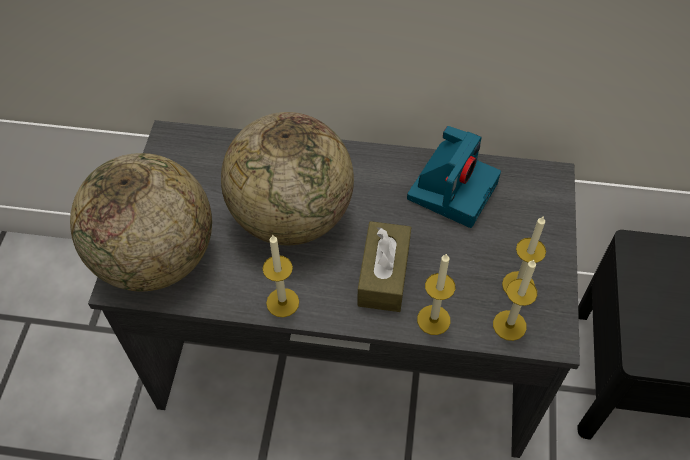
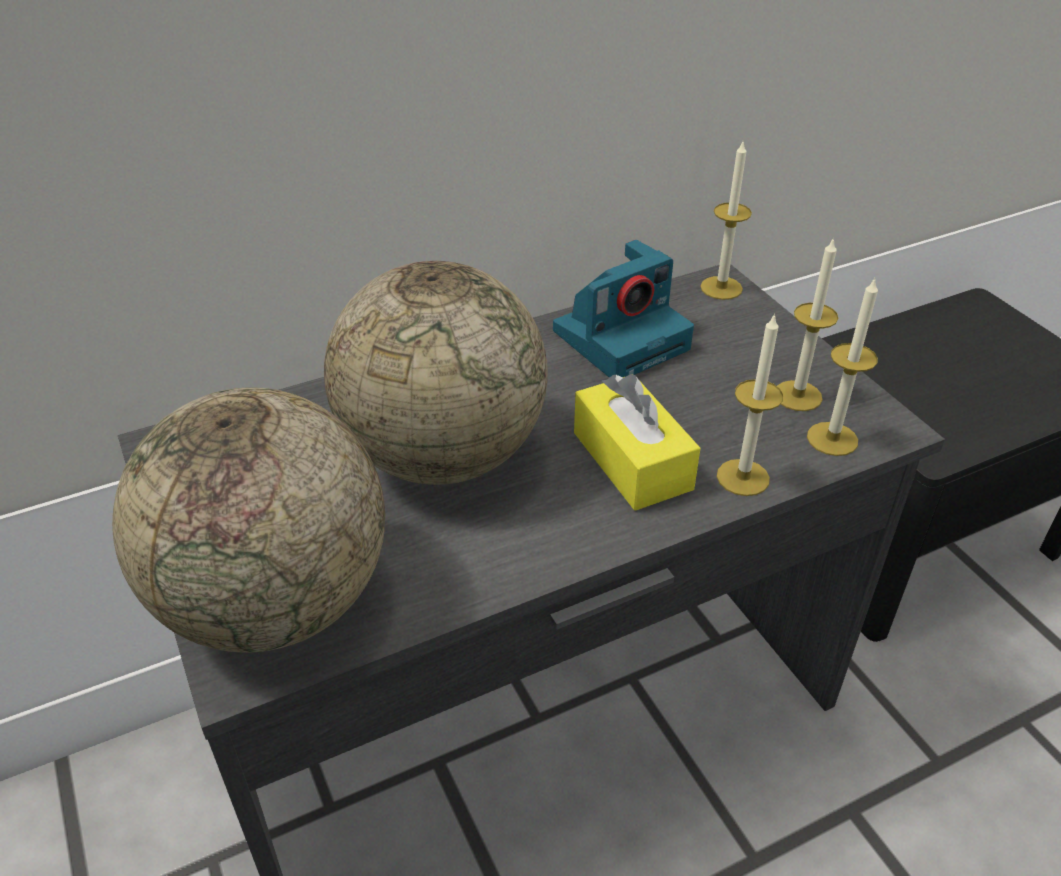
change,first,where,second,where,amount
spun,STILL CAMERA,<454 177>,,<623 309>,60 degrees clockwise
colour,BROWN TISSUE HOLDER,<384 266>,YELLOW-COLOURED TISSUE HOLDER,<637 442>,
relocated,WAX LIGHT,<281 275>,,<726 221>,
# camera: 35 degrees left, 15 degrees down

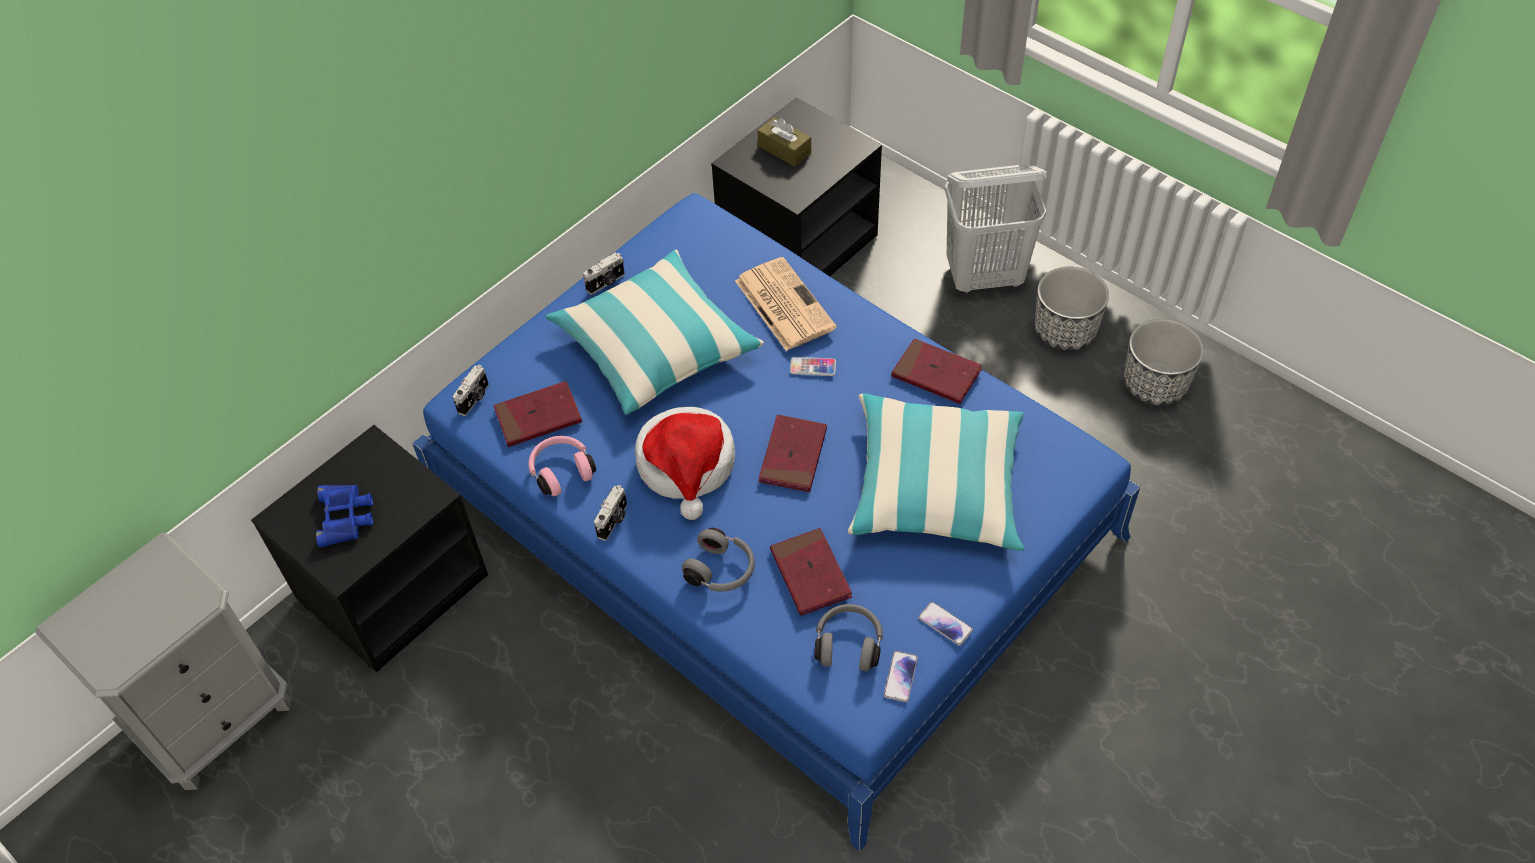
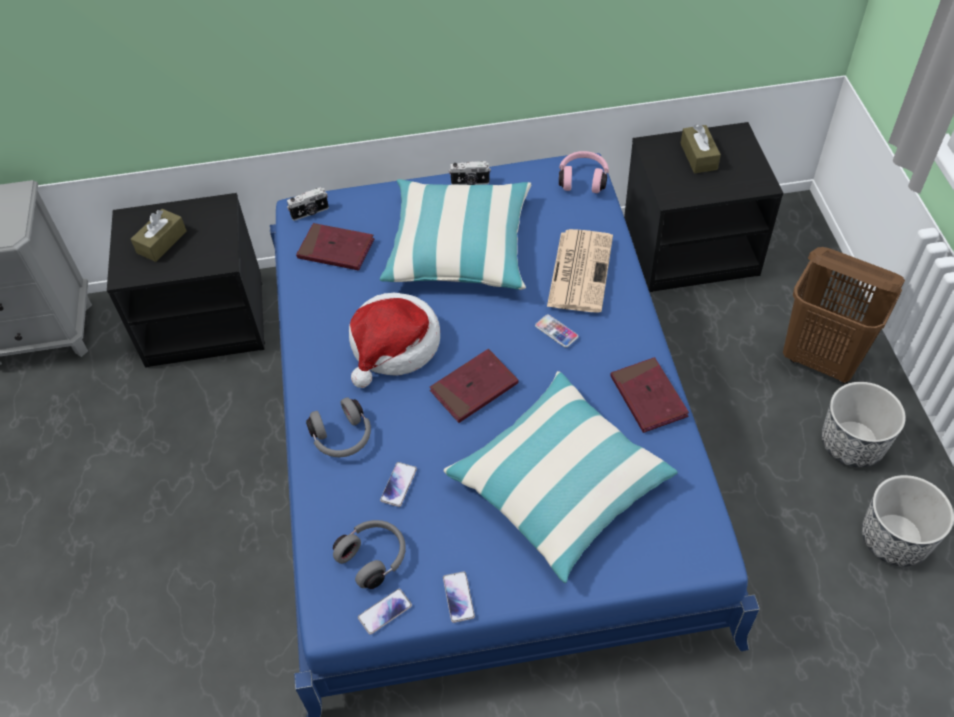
change,first,where,second,where,amount
exchanged,BLUISH FIELD GLASSES,<344 515>,BROWN TISSUE HOLDER,<159 235>,
exchanged,RED BOOK,<811 572>,PHONE,<398 484>,
relocated,PINK-COLOURED HEADSET,<562 466>,,<584 172>,
colour,WHITISH LAUNDRY BASKET,<996 229>,BROWN LAUNDRY BASKET,<844 315>,
missing,STILL CAMERA,<610 513>,,,
# camera: 40 degrees right, 0 degrees up

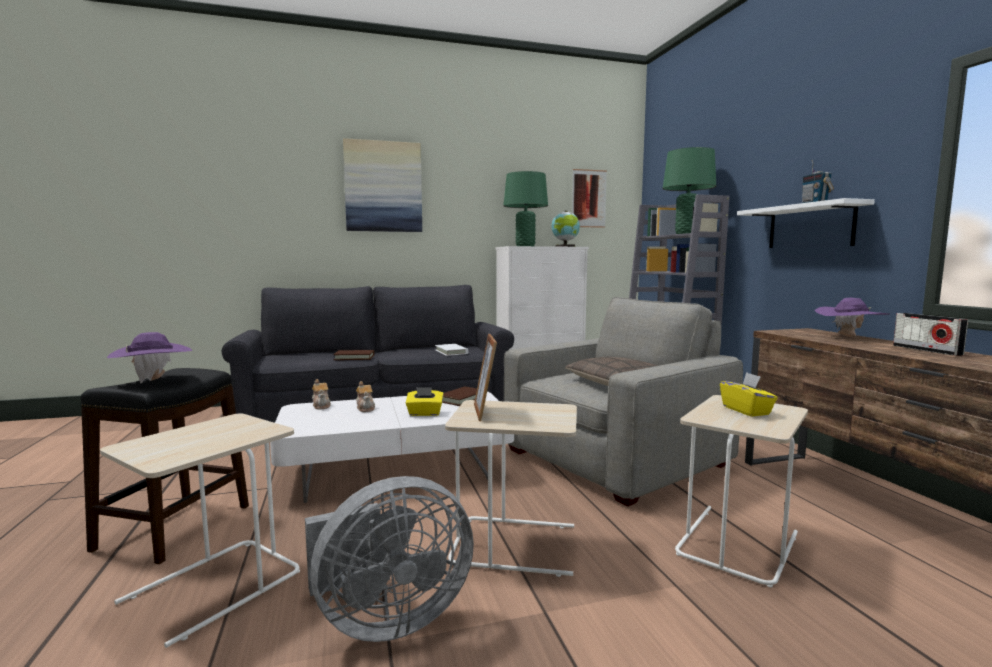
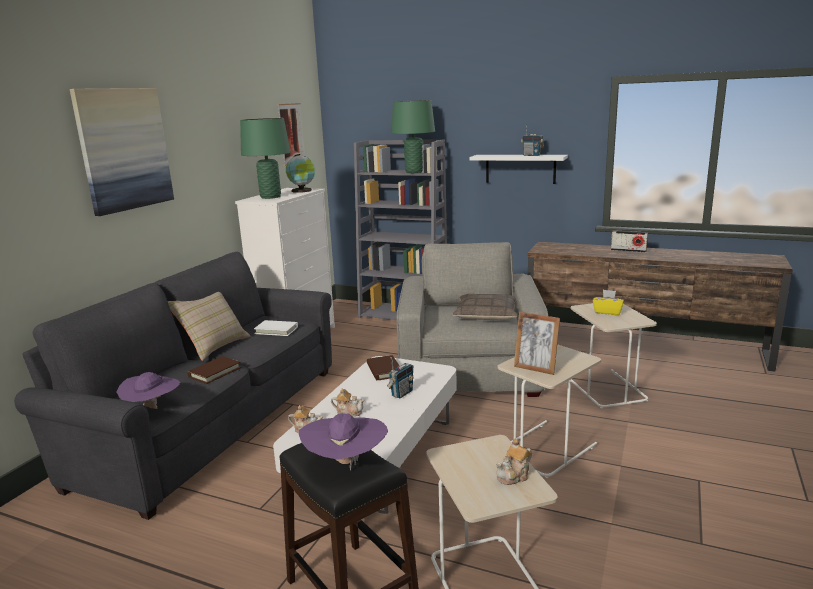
change,first,where,second,where,amount
relocated,PURPLE-COLOURED CLOTHING HAT,<852 317>,,<148 390>,
appeared,,,BEIGE CUSHION,<209 326>,
exchanged,YELLOW-COLOURED TISSUE HOLDER,<425 401>,RADIO SET,<400 377>,
appeared,,,POT FOR TEA,<513 462>,
missing,GRAY ELECTRIC FAN,<389 559>,,,
# camera: 50 degrees left, 10 degrees up

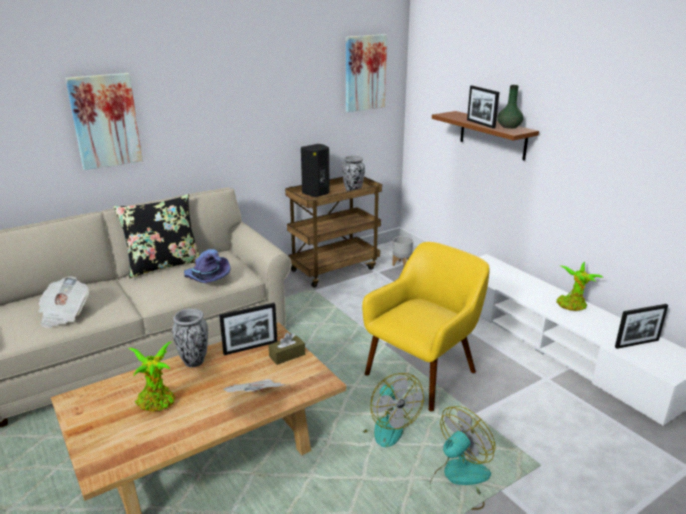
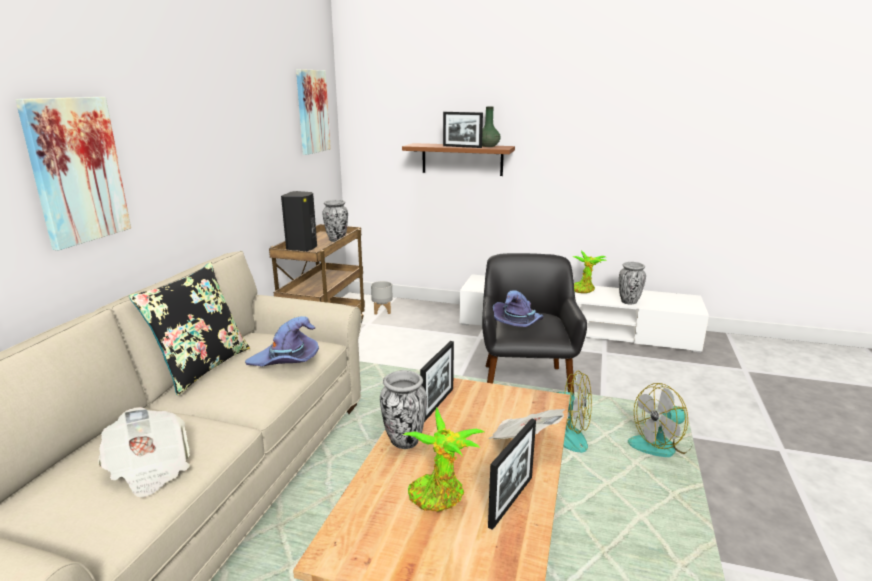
change,first,where,second,where,amount
colour,YELLOW-COLOURED ARMCHAIR,<426 327>,BLACKISH ARMCHAIR,<534 323>,
relocated,STANDING FRAME,<641 326>,,<512 474>,
appeared,,,PURPLE-COLOURED CLOTHING HAT,<518 308>,
appeared,,,FLOWER VASE,<632 283>,
spun,ELECTRIC FAN,<462 458>,,<660 420>,120 degrees counterclockwise
missing,BROWN TISSUE HOLDER,<286 349>,,,
# camera: 40 degrees left, 5 degrees down

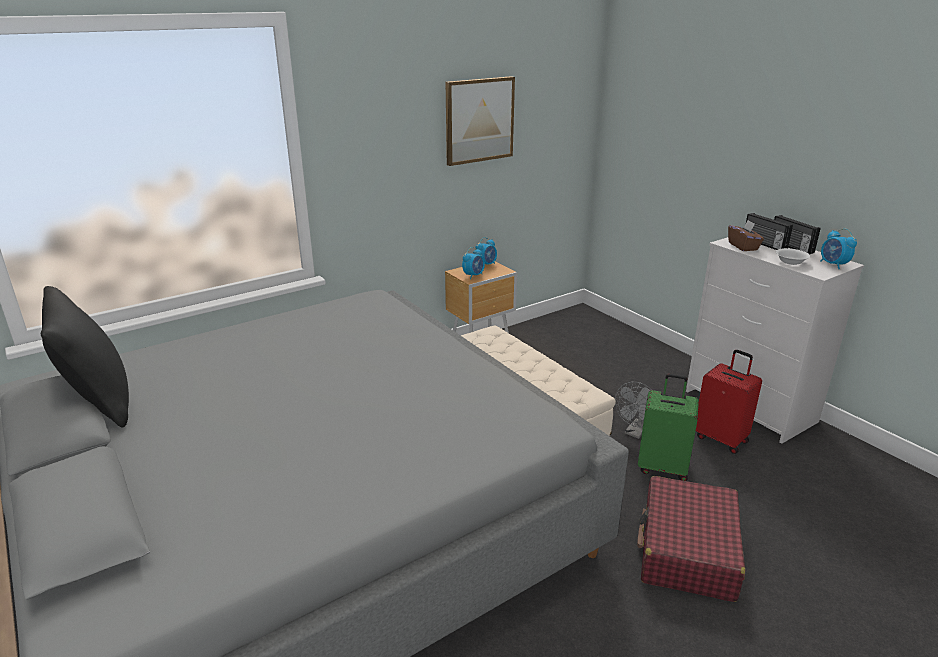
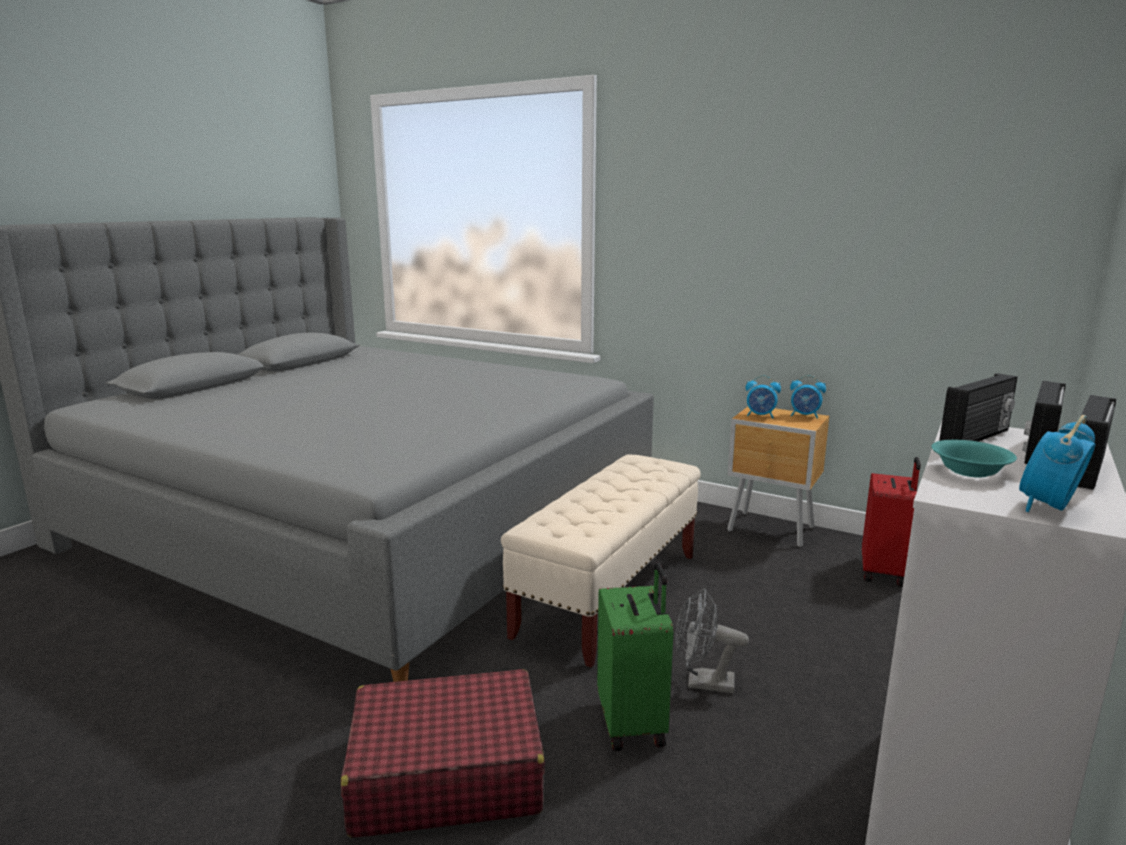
change,first,where,second,where,amount
relocated,RED SUITCASE,<729 402>,,<891 522>,
colour,WHITISH BOWL,<792 256>,BLUE-GREEN BOWL,<974 459>,
exchanged,BROWN TISSUE HOLDER,<746 235>,RADIO SET,<978 407>,
missing,BLACKISH CUSHION,<85 357>,,,
missing,PICTURE,<480 121>,,,
# camera: 65 degrees right, 10 degrees down

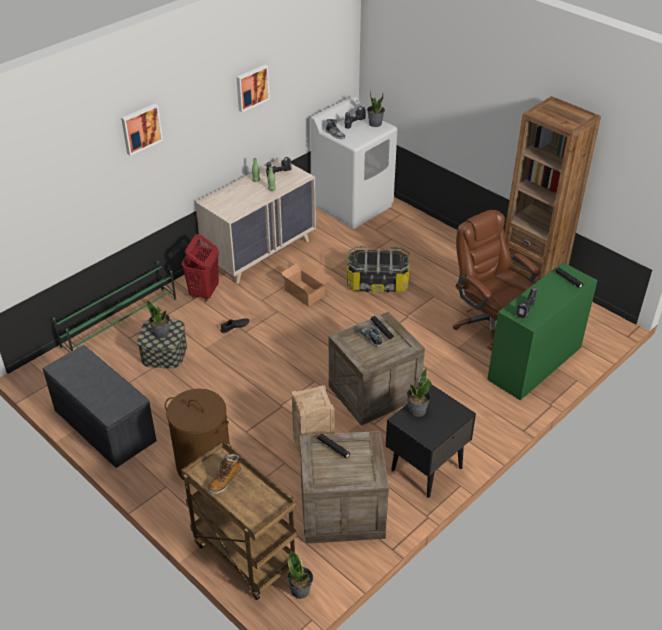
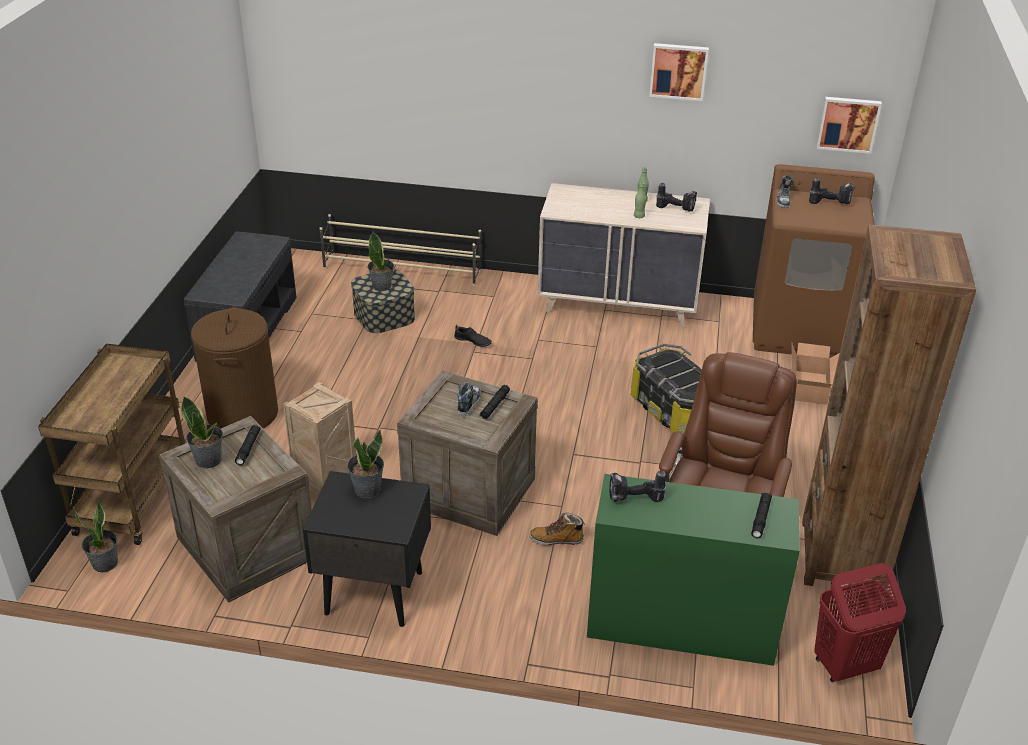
change,first,where,second,where,amount
relocated,POTTED PLANT,<376 109>,,<202 432>,
colour,GREEN-COLOURED SHOE SHELF,<114 306>,BEIGE SHOE SHELF,<400 250>,
relocated,BOOT,<224 474>,,<558 529>,
colour,WHITISH WASHING MACHINE,<353 162>,BROWN WASHING MACHINE,<814 261>,
relocated,PACKING BOX,<305 283>,,<815 374>,
relocated,RED LAUNDRY BASKET,<200 268>,,<860 622>,
relocated,PICTURE,<142 130>,,<849 125>,
# camera: 55 degrees right, 5 degrees down

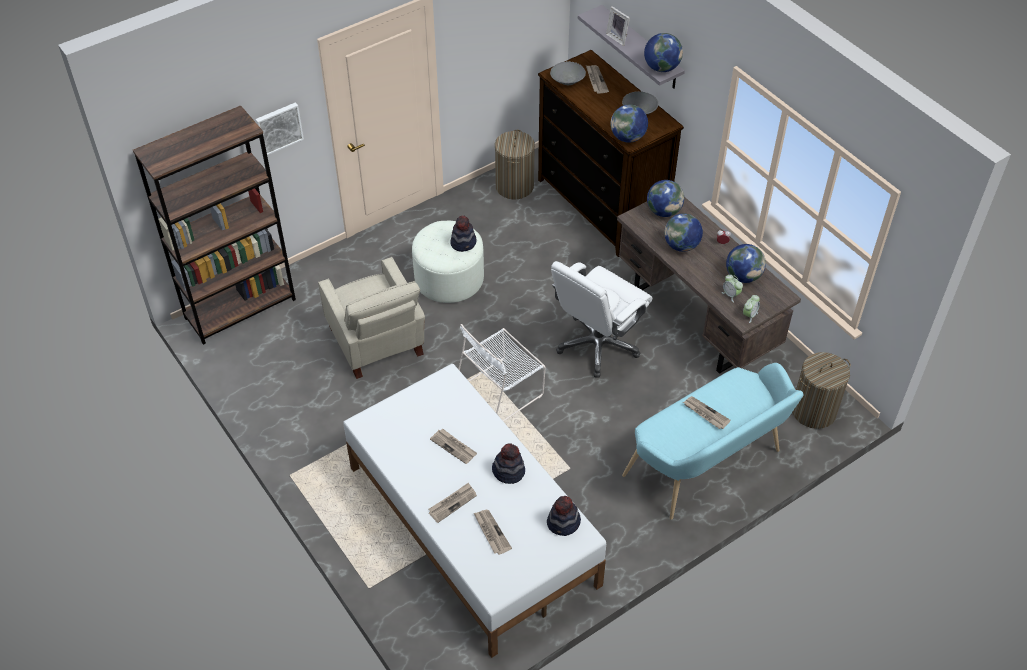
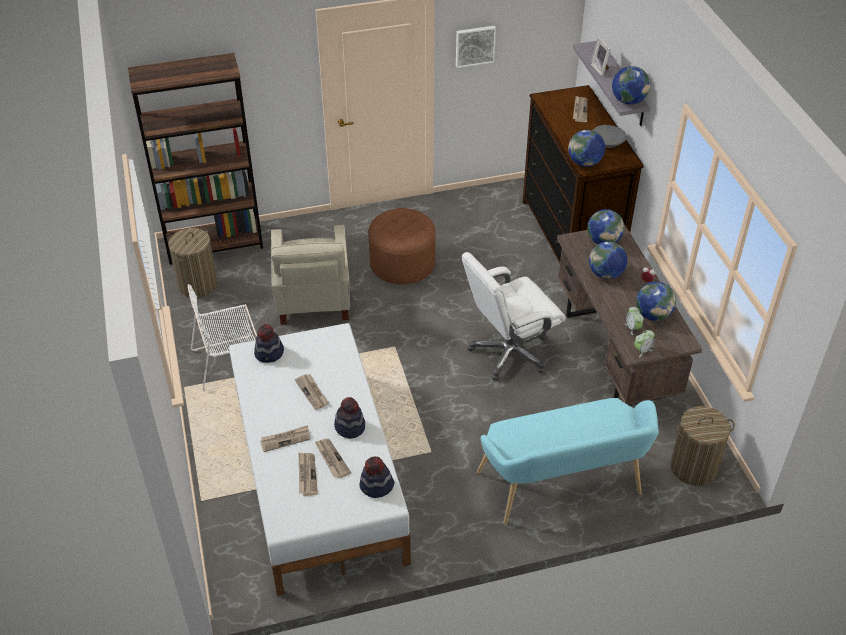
change,first,where,second,where,amount
relocated,LAUNDRY BASKET,<515 164>,,<193 263>,
relocated,WHITISH PLAIN CHAIR,<502 372>,,<222 337>,
relocated,CLOTHING HAT,<463 233>,,<269 343>,
relocated,NEWSPAPER,<707 412>,,<333 458>,
colour,WHITISH POUFFE,<448 262>,BROWN POUFFE,<402 246>,
relocated,PICTURE,<279 128>,,<476 47>,
missing,GRAY BOWL,<568 73>,,,
# camera: 20 degrees right, 5 degrees down

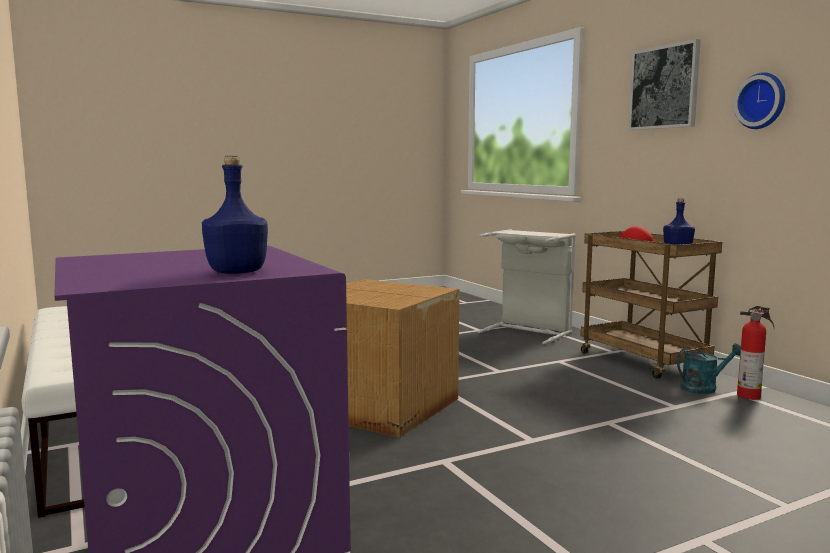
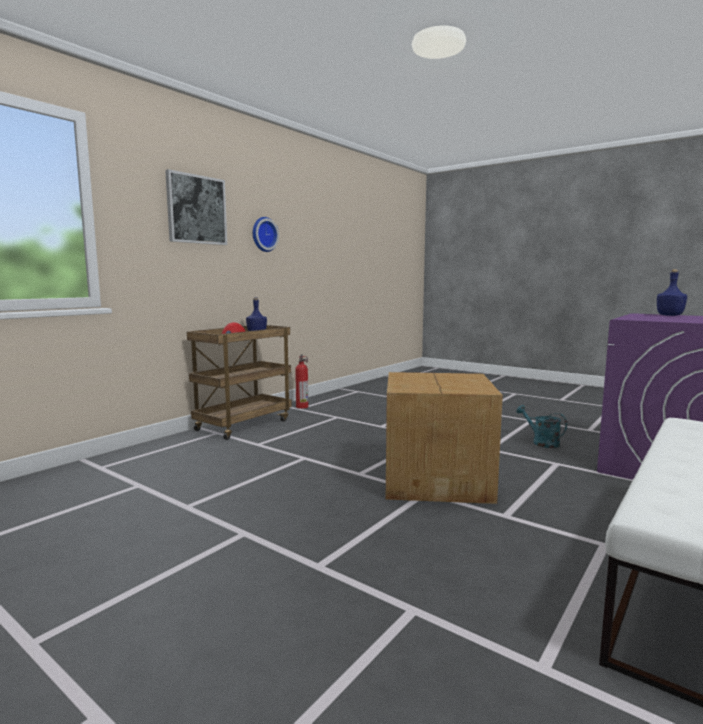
change,first,where,second,where,amount
relocated,BLUE-GREEN WATERING POT,<709 368>,,<541 426>,
missing,GRAY LAUNDRY BASKET,<527 286>,,,
# camera: 115 degrees left, 0 degrees up

